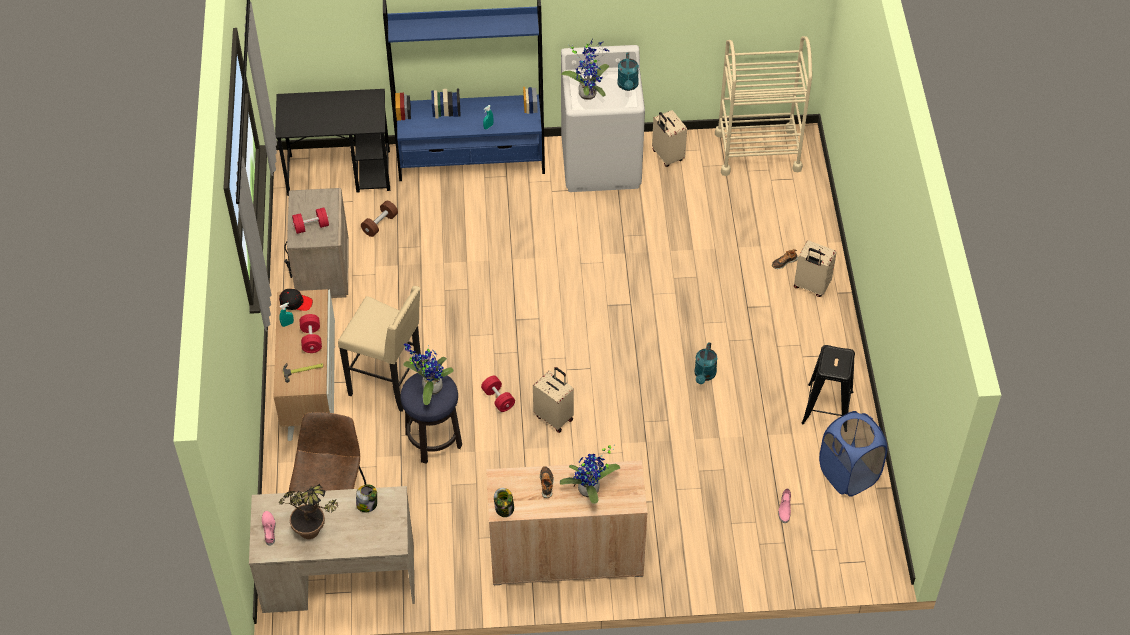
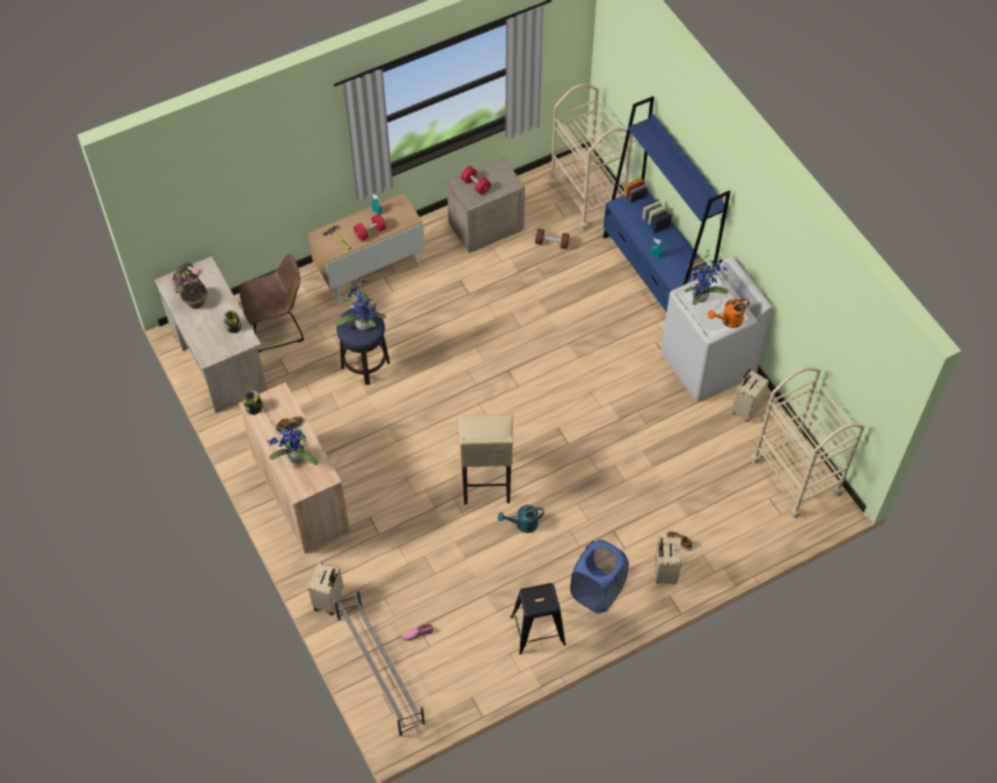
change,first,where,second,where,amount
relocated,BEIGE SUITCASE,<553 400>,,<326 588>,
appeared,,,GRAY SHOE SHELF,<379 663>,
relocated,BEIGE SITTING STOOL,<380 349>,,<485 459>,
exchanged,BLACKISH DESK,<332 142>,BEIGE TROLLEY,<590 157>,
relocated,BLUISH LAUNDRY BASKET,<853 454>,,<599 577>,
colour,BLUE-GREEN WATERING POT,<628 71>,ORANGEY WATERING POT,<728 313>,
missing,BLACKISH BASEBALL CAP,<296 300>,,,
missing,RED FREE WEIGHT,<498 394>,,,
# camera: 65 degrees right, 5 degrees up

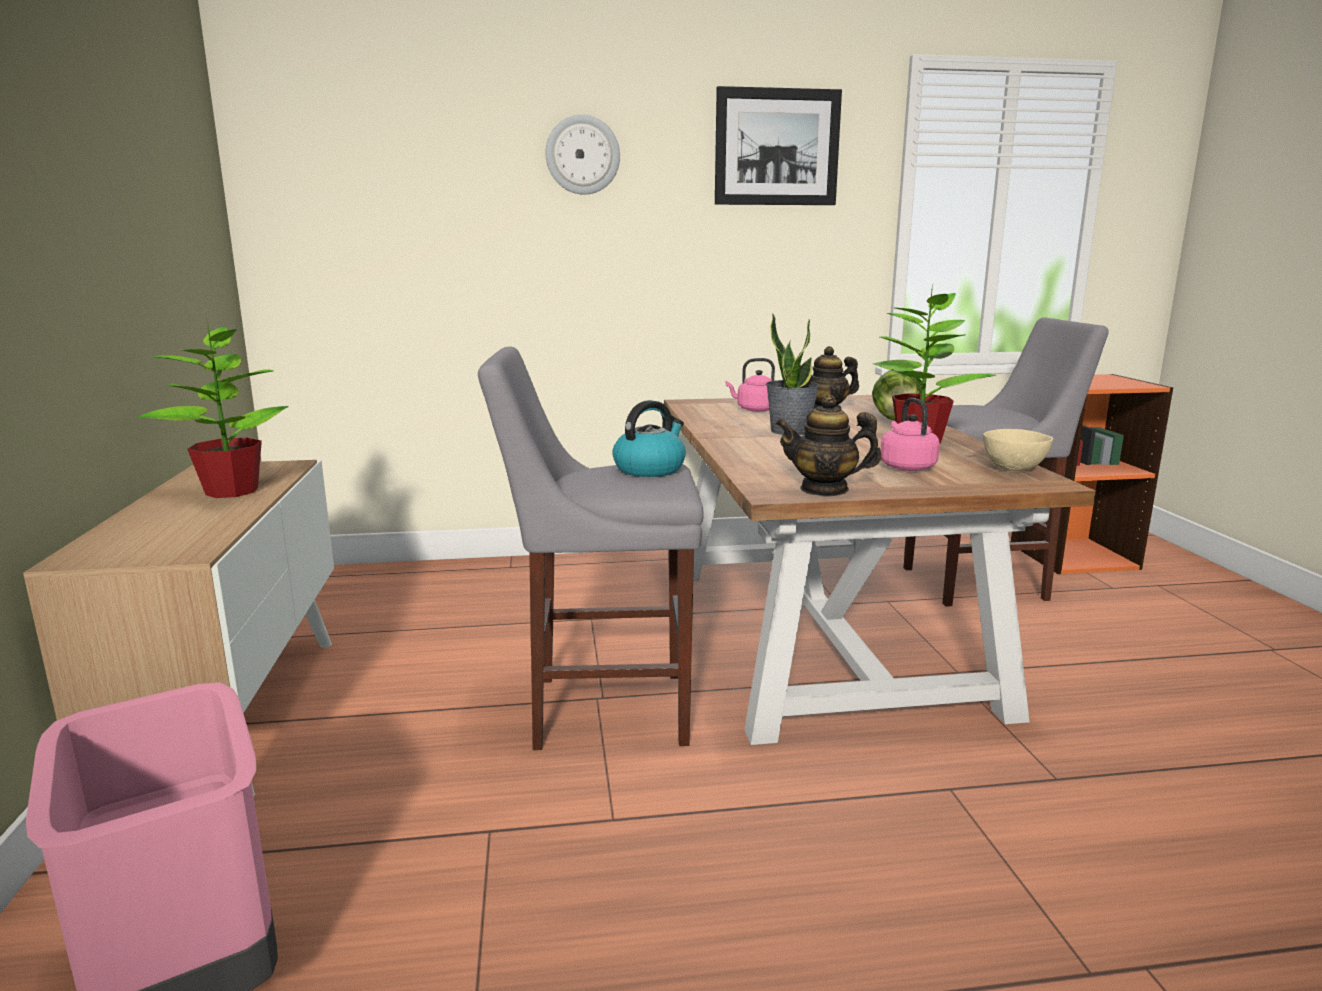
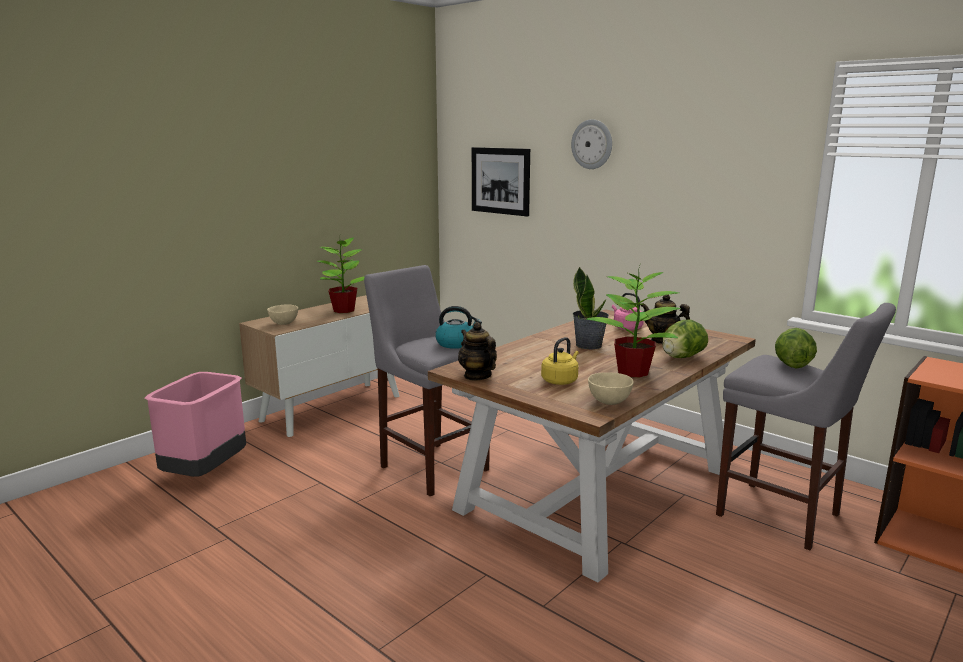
change,first,where,second,where,amount
appeared,,,BEIGE BOWL,<282 315>,
relocated,PICTURE,<778 145>,,<501 181>,
colour,PINK-COLOURED WATER KETTLE,<910 434>,YELLOW-COLOURED WATER KETTLE,<560 361>,
appeared,,,HEAD OF LETTUCE,<796 348>,
# camera: 50 degrees right, 0 degrees up

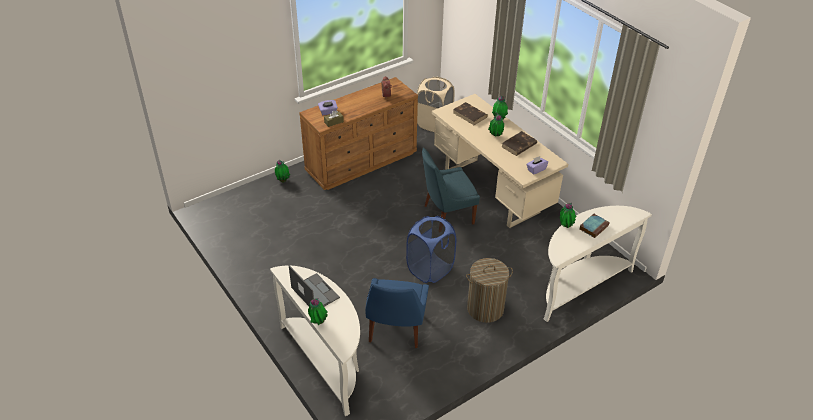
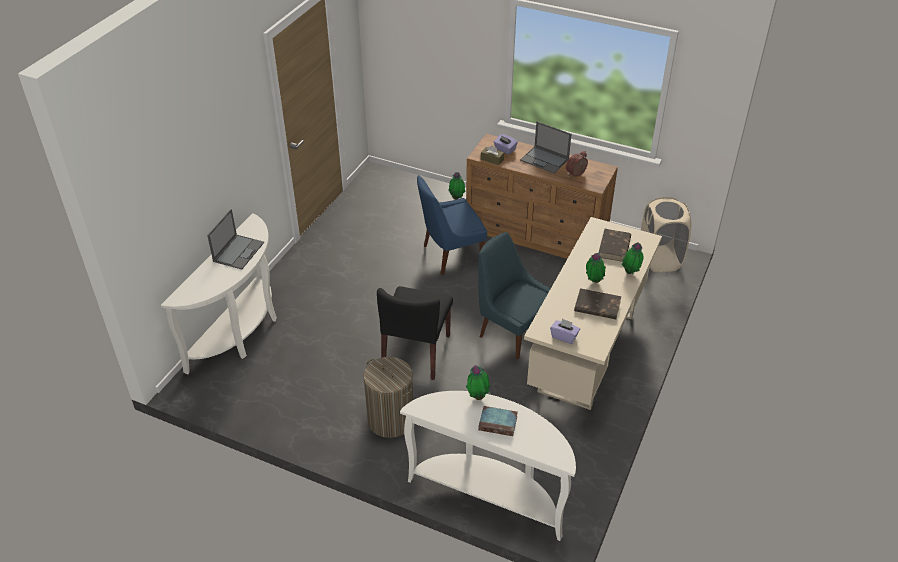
change,first,where,second,where,amount
exchanged,BLUISH LAUNDRY BASKET,<431 249>,BLACKISH PLAIN CHAIR,<415 333>,
relocated,BLUISH PLAIN CHAIR,<397 313>,,<452 225>,
appeared,,,NOTEBOOK COMPUTER,<545 147>,
missing,POTTED PLANT,<318 311>,,,
# camera: 60 degrees right, 0 degrees up

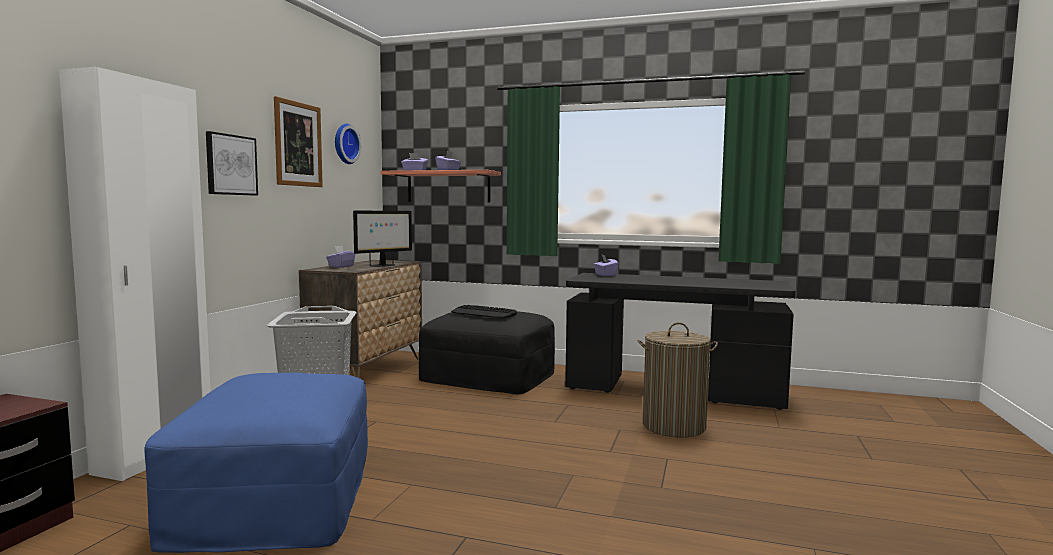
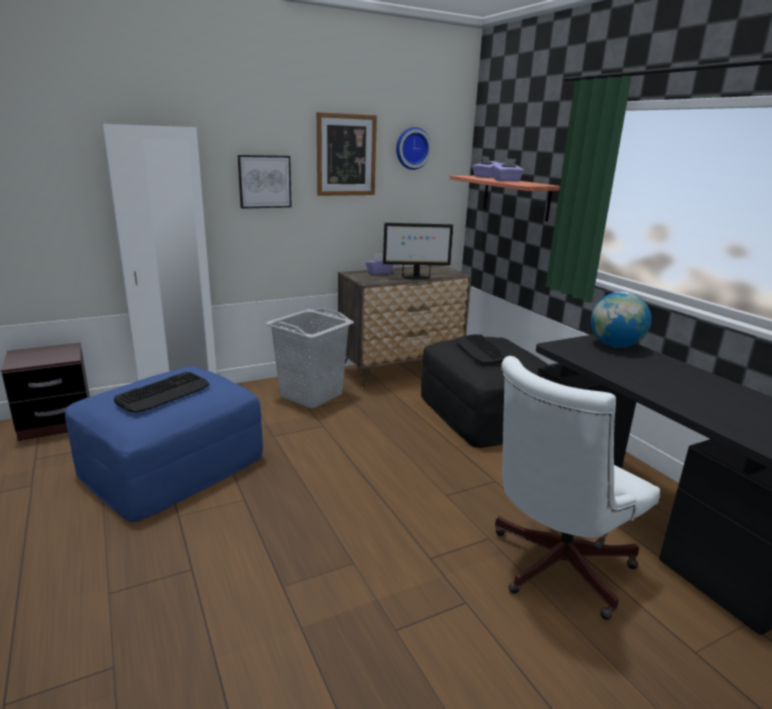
change,first,where,second,where,amount
appeared,,,COMPUTER KEYBOARD,<162 392>,
exchanged,LAUNDRY BASKET,<677 379>,WHITISH COMPUTER CHAIR,<577 488>,
exchanged,PURPLE-COLOURED TISSUE HOLDER,<606 266>,DESK GLOBE,<621 319>,
# camera: 45 degrees right, 15 degrees up

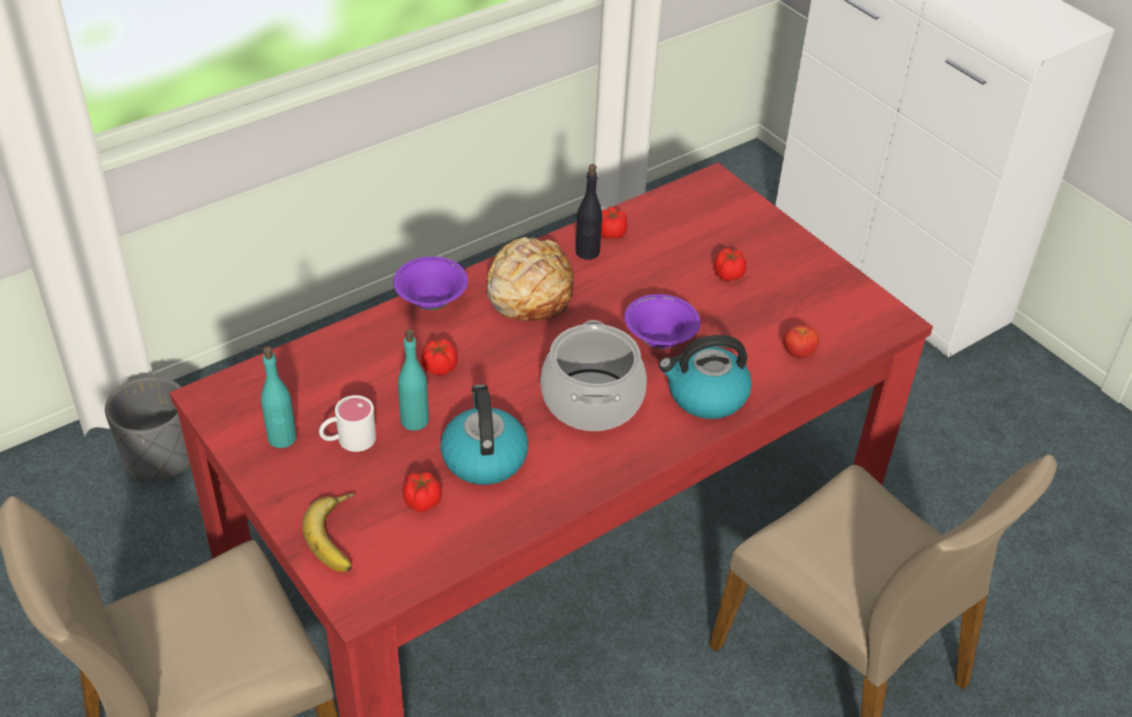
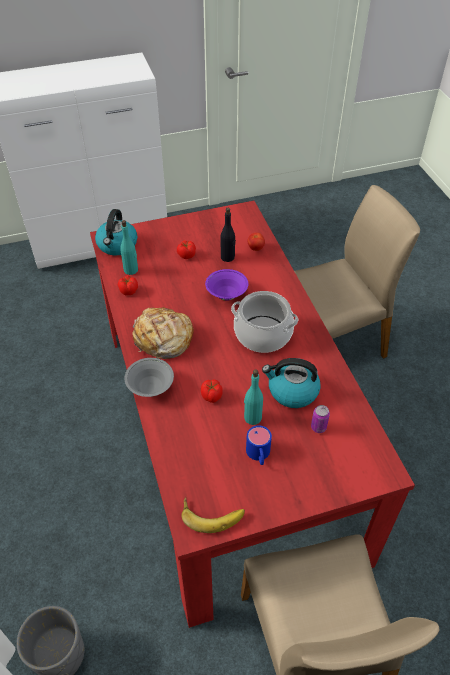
change,first,where,second,where,amount
relocated,WATER KETTLE,<705 377>,,<116 232>,
relocated,BLUE-GREEN DRINK BOTTLE,<279 397>,,<129 247>,
colour,PURPLE-COLOURED BOWL,<430 283>,GRAY BOWL,<149 377>,
relocated,WHOLE BANANA,<328 533>,,<213 515>,
relocated,BLACKISH DRINK BOTTLE,<589 212>,,<228 235>,
colour,WHITISH MUG,<347 423>,BLUISH MUG,<259 445>,
exchanged,TOMATO,<422 492>,CAN,<320 419>,
# camera: 70 degrees left, 5 degrees up

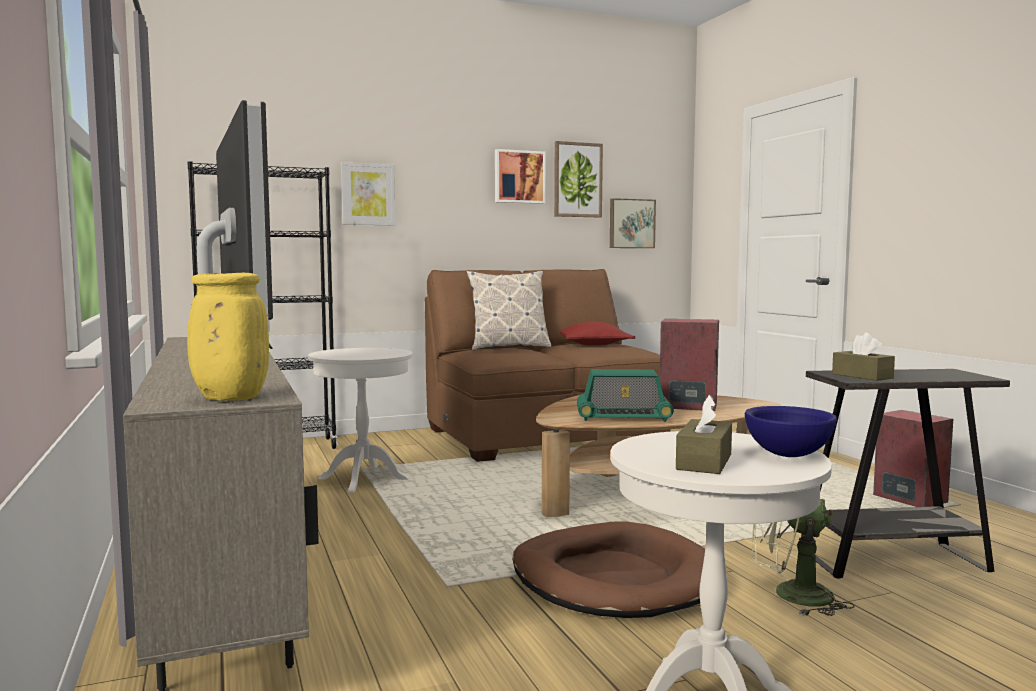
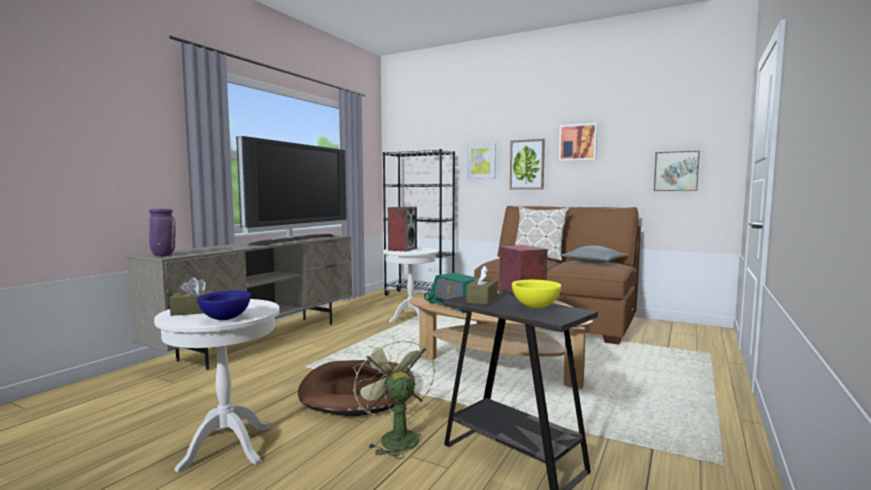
change,first,where,second,where,amount
colour,YELLOW-COLOURED FLOWER VASE,<228 337>,PURPLE-COLOURED FLOWER VASE,<162 232>,
relocated,AUDIO SPEAKER,<913 458>,,<402 229>,
relocated,PICTURE,<578 179>,,<527 164>,
appeared,,,YELLOW-COLOURED BOWL,<537 294>,
colour,RED CUSHION,<597 333>,GRAY CUSHION,<594 255>,
# camera: 50 degrees right, 0 degrees up

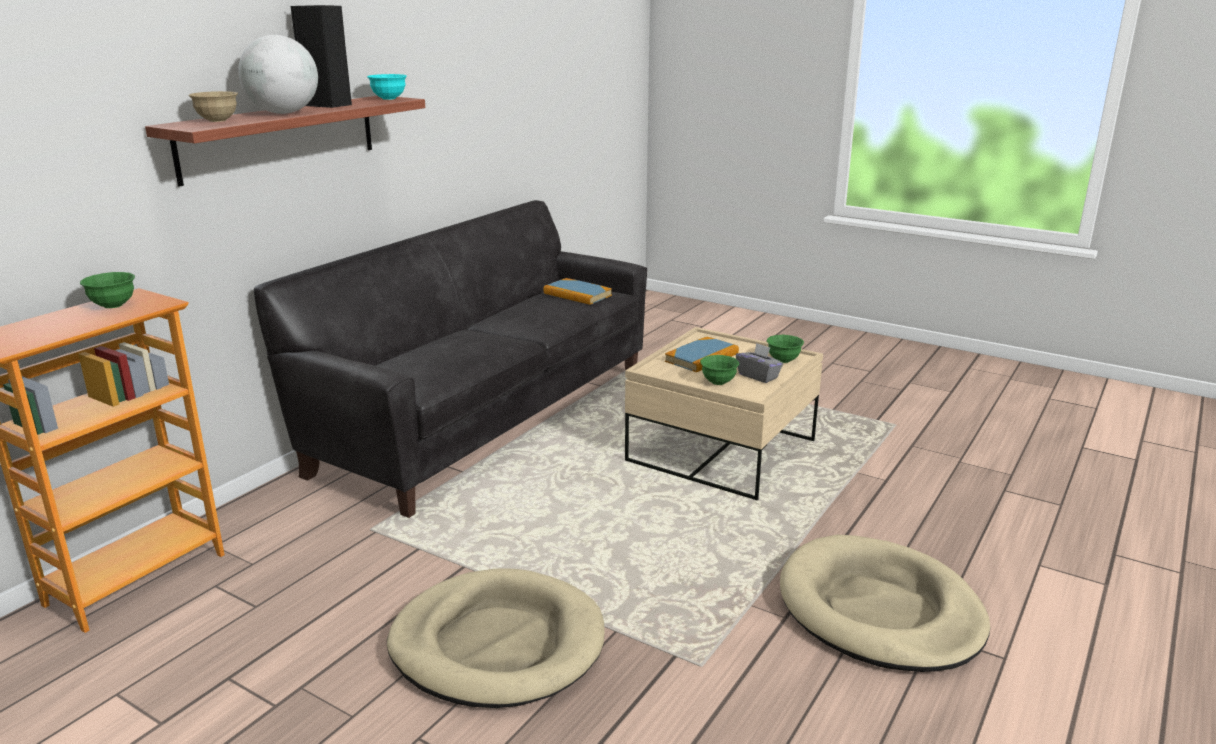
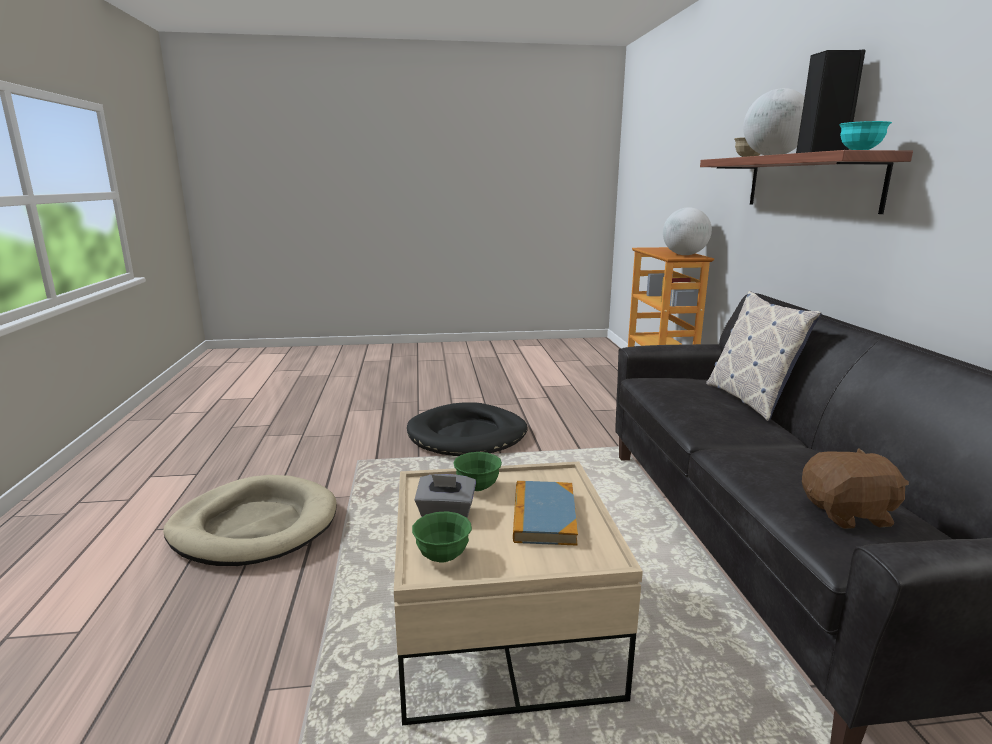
change,first,where,second,where,amount
colour,BEIGE DOG BED,<496 638>,BLACKISH DOG BED,<467 429>,
exchanged,GREEN-COLOURED BOWL,<107 290>,DESK GLOBE,<687 231>,
appeared,,,CUSHION,<764 356>,
exchanged,BOOK,<577 291>,BROWN PLUSH TOY,<855 488>,
# camera: 140 degrees right, 5 degrees down

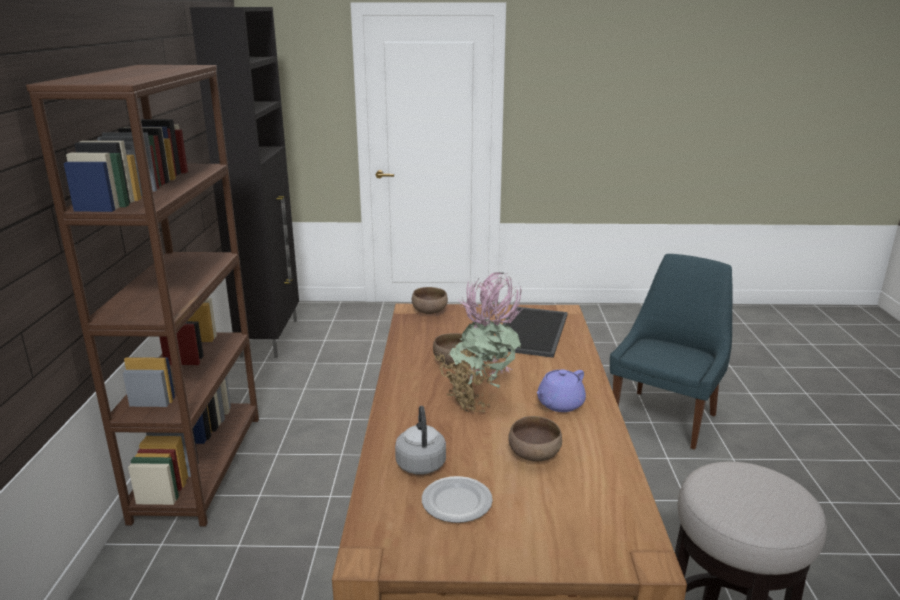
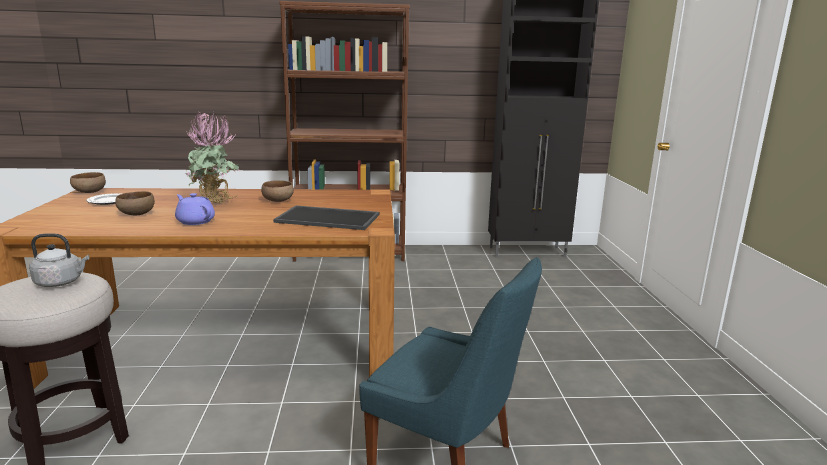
change,first,where,second,where,amount
relocated,GRAY WATER KETTLE,<420 440>,,<59 260>,
relocated,BROWN BOWL,<430 300>,,<88 182>,
# camera: 85 degrees right, 5 degrees down

